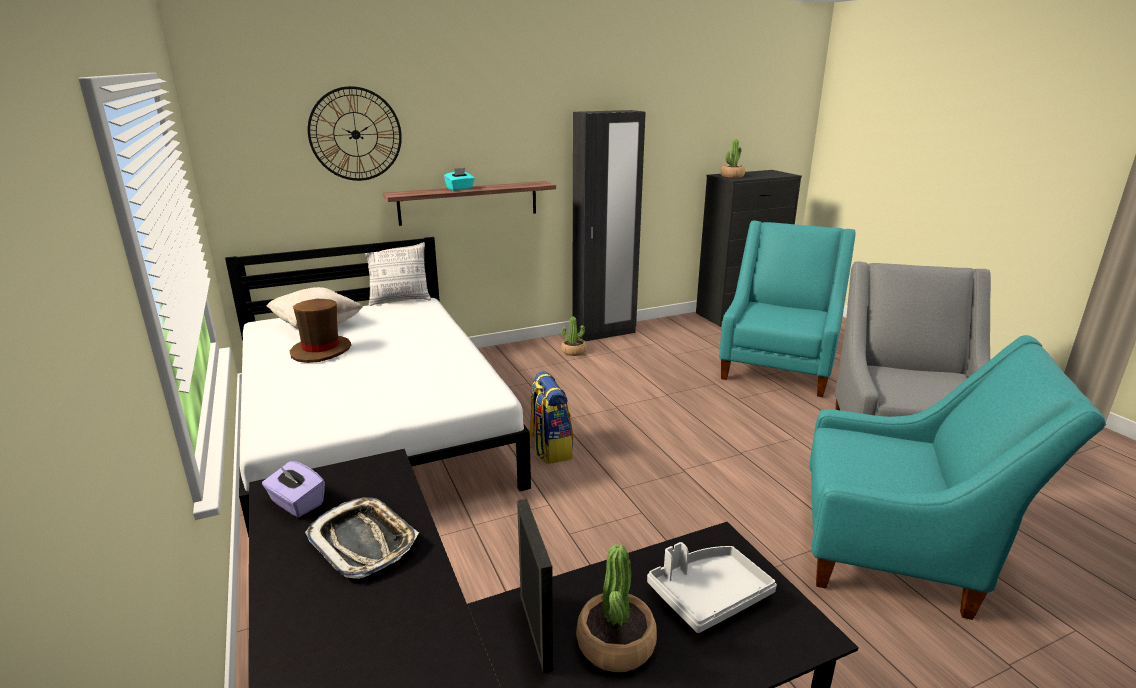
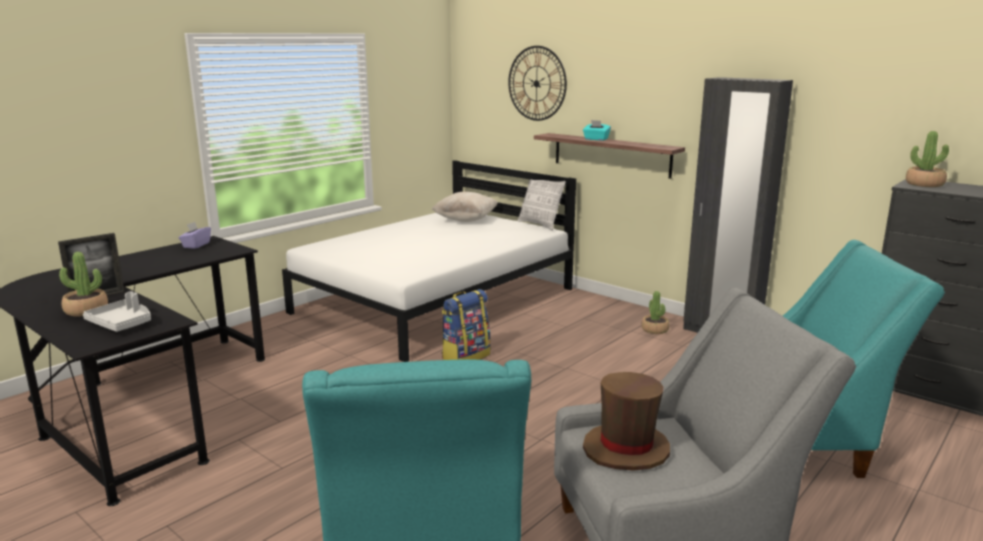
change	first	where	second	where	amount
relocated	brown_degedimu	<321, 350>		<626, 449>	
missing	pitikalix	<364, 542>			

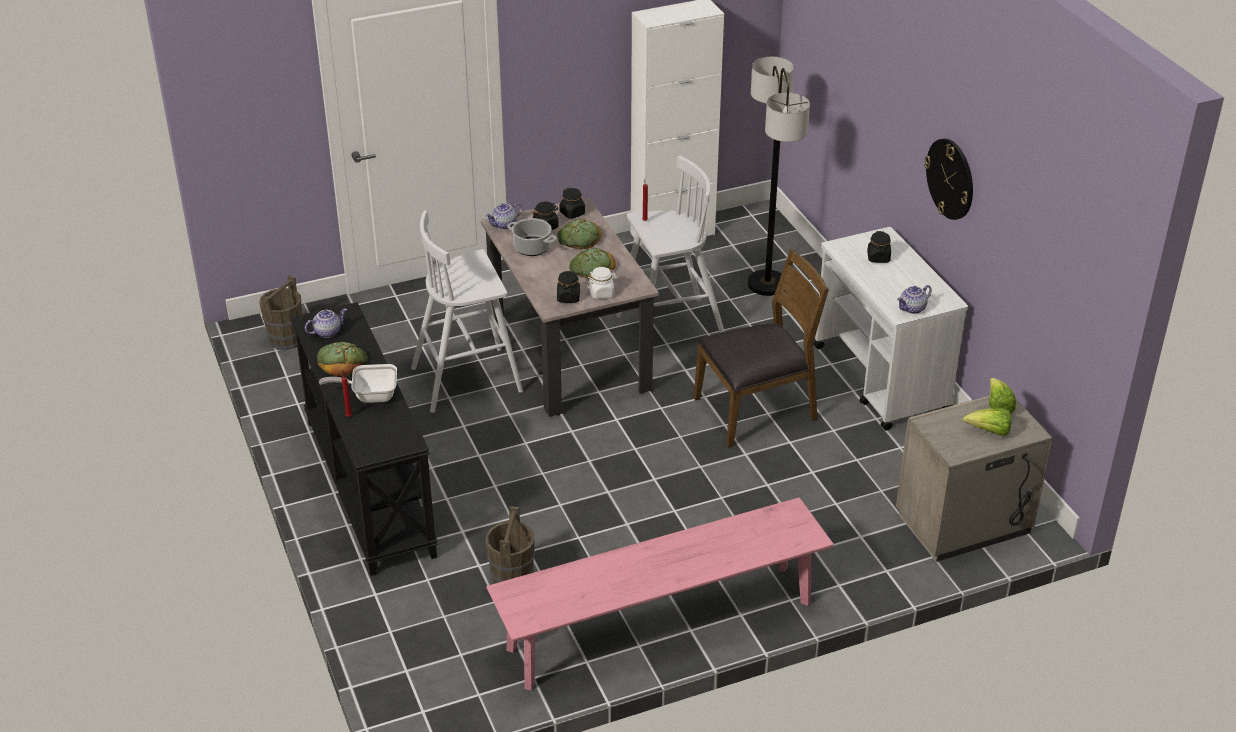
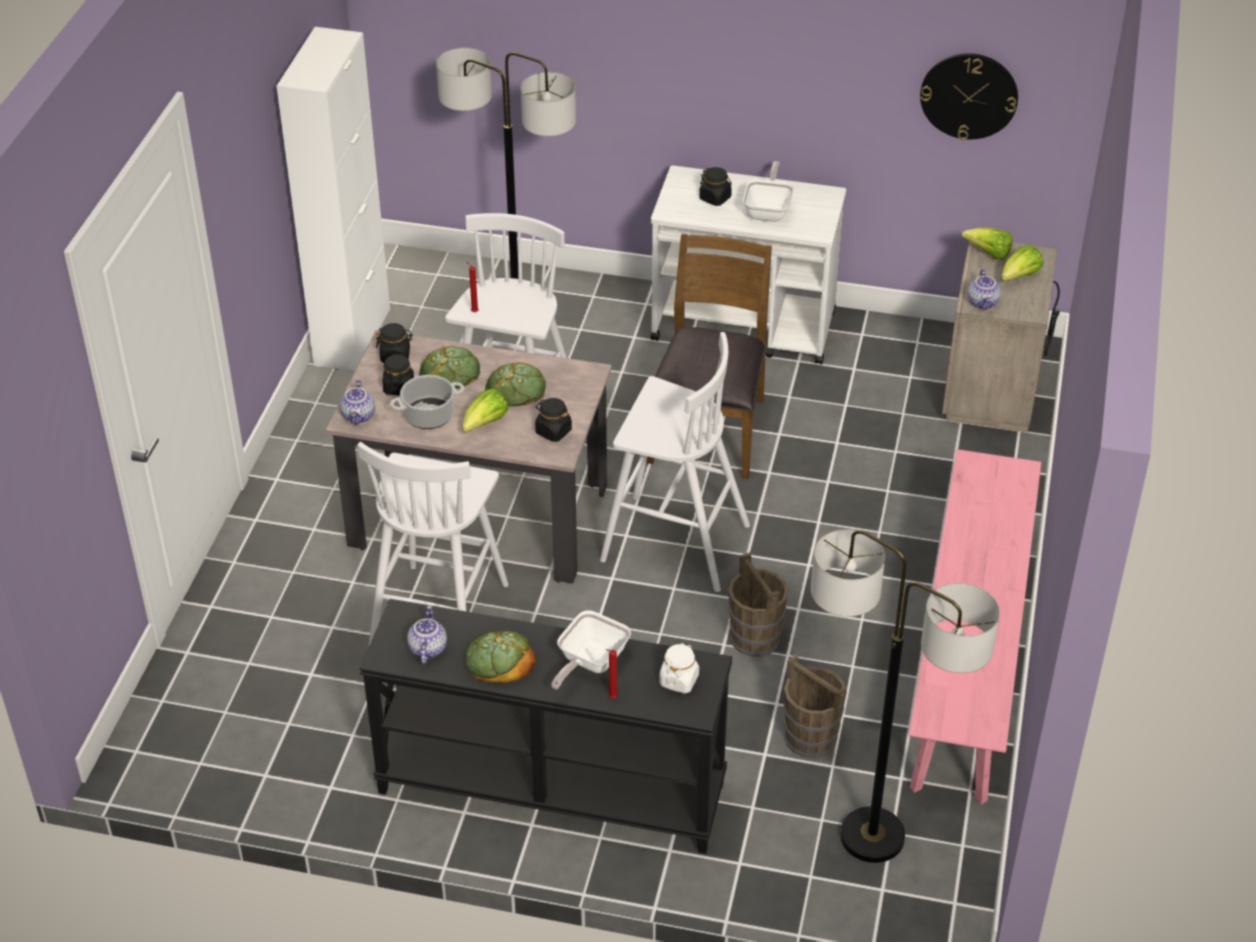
change	first	where	second	where	amount
relocated	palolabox	<950, 178>		<969, 95>	
relocated	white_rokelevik	<602, 293>		<679, 680>	
relocated	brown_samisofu	<285, 339>		<755, 638>	
relocated	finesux	<912, 309>		<983, 303>	
appeared			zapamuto	<769, 210>	
appeared			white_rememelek	<672, 542>	
appeared			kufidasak	<485, 424>	
appeared			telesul	<872, 837>	

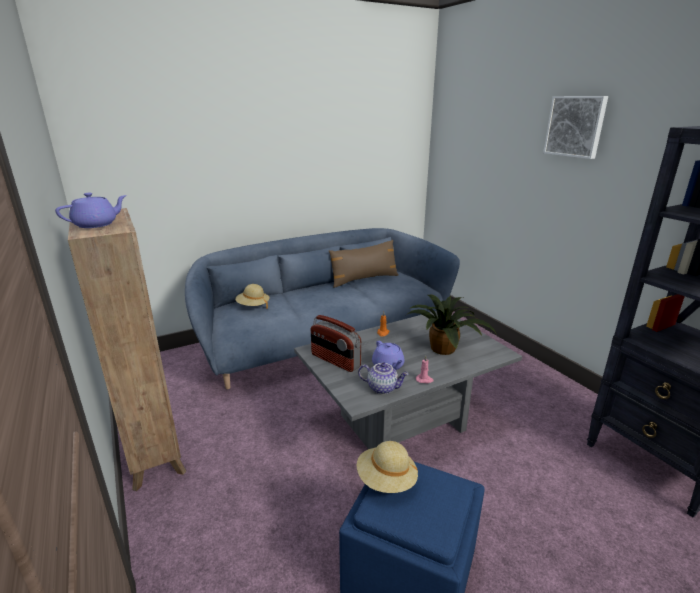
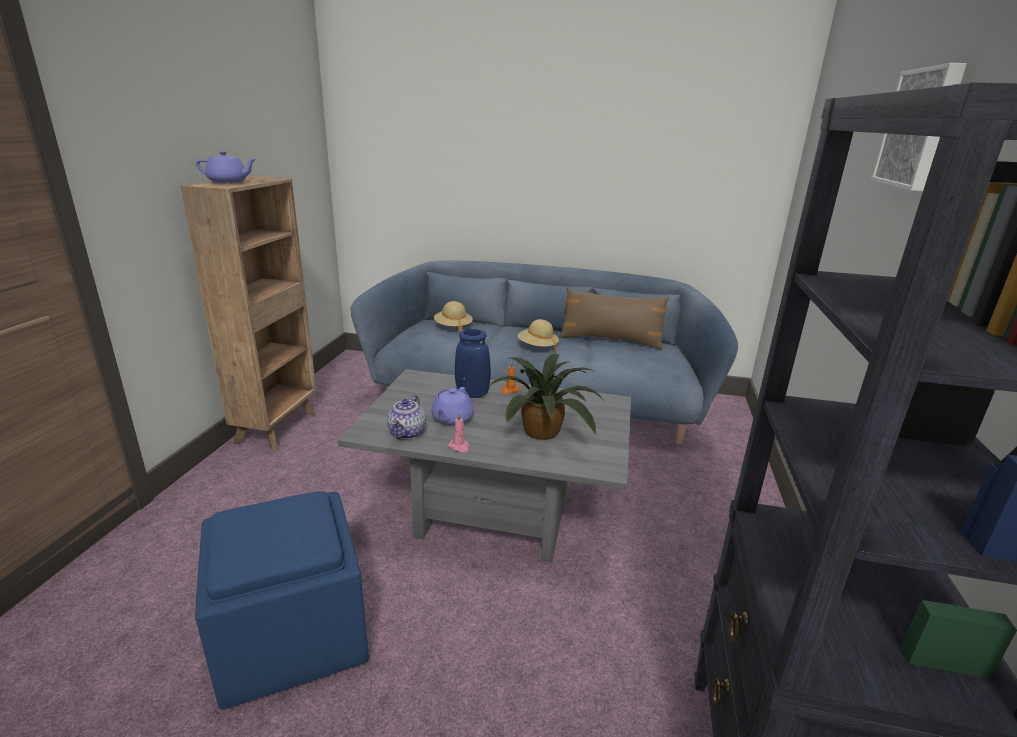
change	first	where	second	where	amount
missing	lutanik	<335, 361>			
spun	finesux	<382, 388>		<408, 433>	45 degrees clockwise
relocated	beige_degedimu	<386, 480>		<537, 347>	
appeared			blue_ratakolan	<472, 394>	

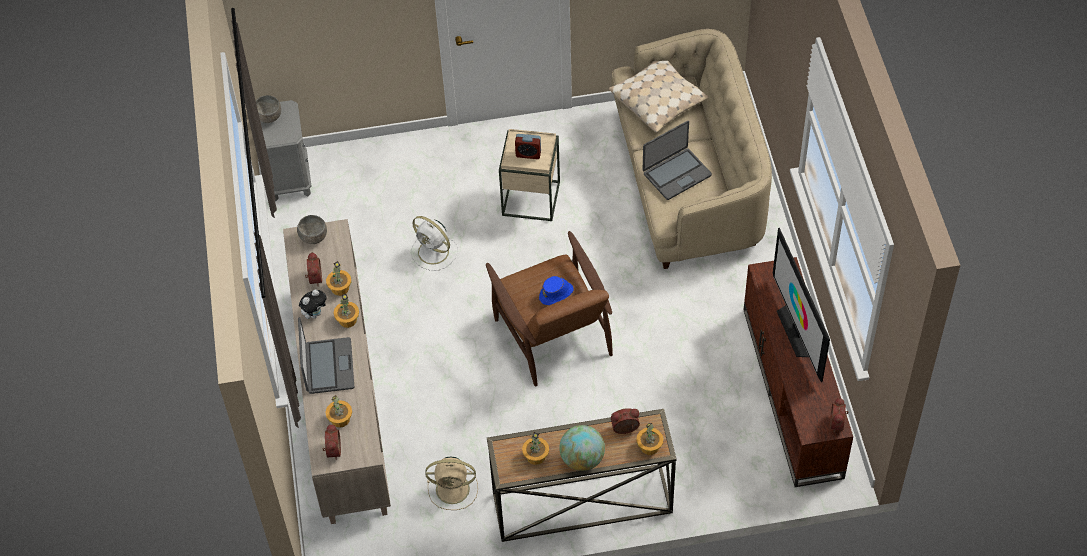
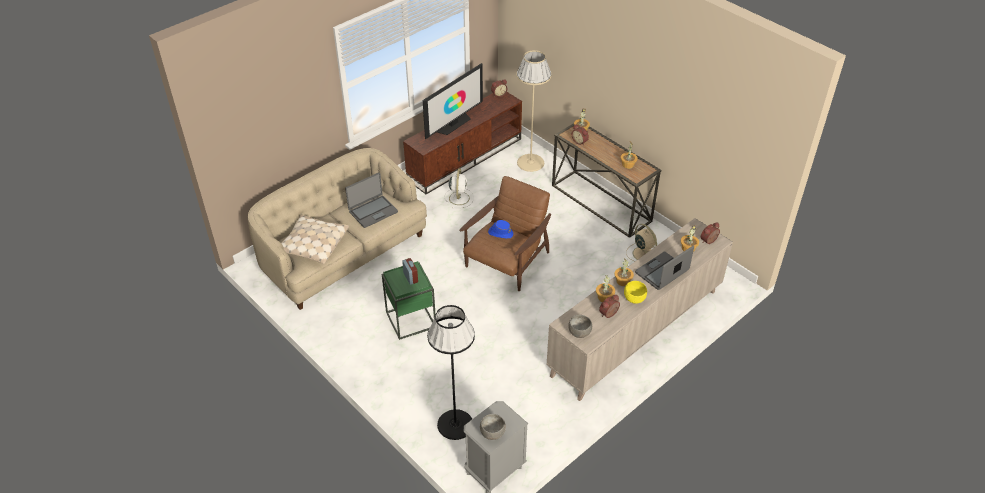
change	first	where	second	where	amount
spun	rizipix	<676, 174>		<373, 211>	120 degrees clockwise
colour	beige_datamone	<531, 198>	green_datamone	<410, 320>	
relocated	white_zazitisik	<434, 252>		<459, 197>	
exchanged	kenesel	<315, 313>	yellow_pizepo	<634, 299>	
missing	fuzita	<582, 459>			
appeared			beige_telesul	<530, 162>	
appeared			black_telesul	<455, 424>	

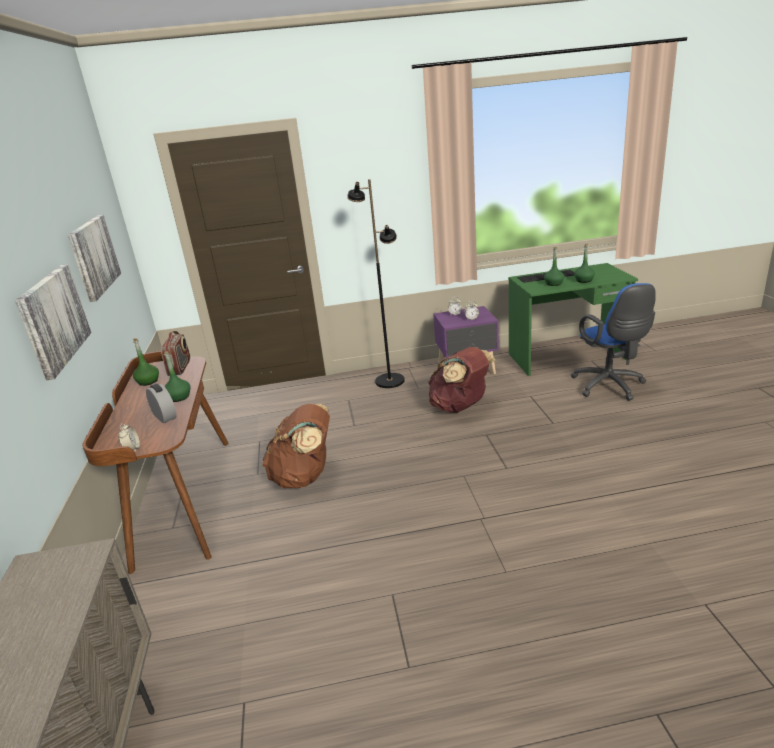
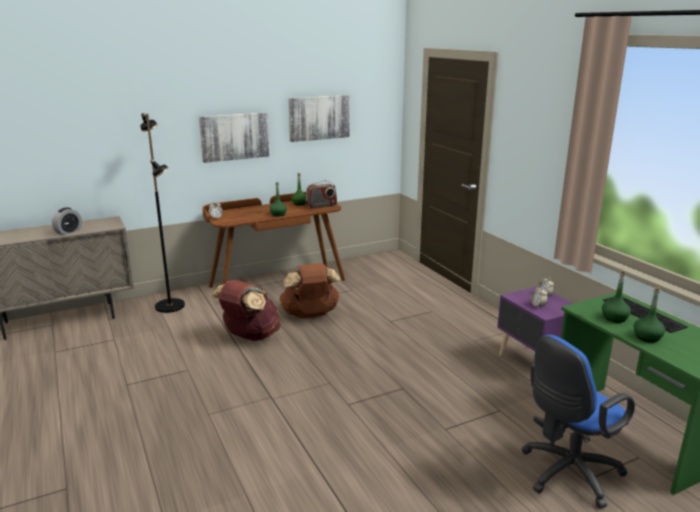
change	first	where	second	where	amount
relocated	black_telesul	<389, 381>		<170, 306>	
relocated	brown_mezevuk	<460, 407>		<250, 336>	
relocated	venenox	<165, 416>		<68, 232>	

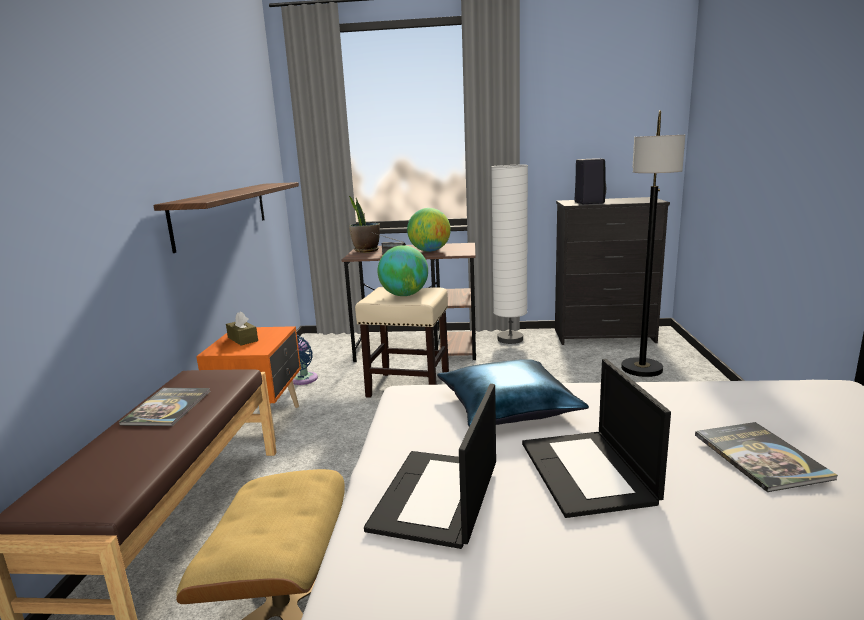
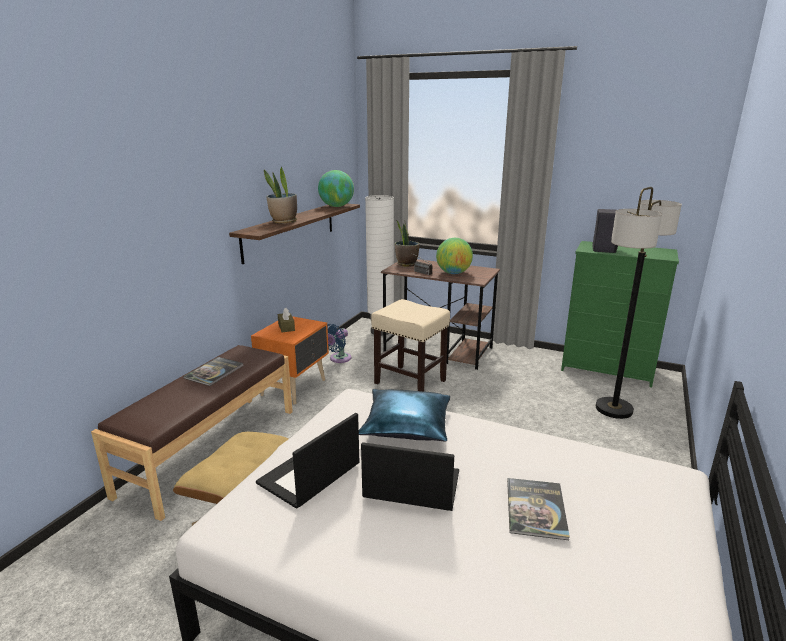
change	first	where	second	where	amount
relocated	white_telesul	<510, 339>		<380, 331>	
colour	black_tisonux	<604, 336>	green_tisonux	<607, 369>	
relocated	fuzita	<404, 295>		<336, 206>	
spun	rizipix	<588, 472>		<410, 485>	90 degrees clockwise
appeared			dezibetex	<283, 222>	

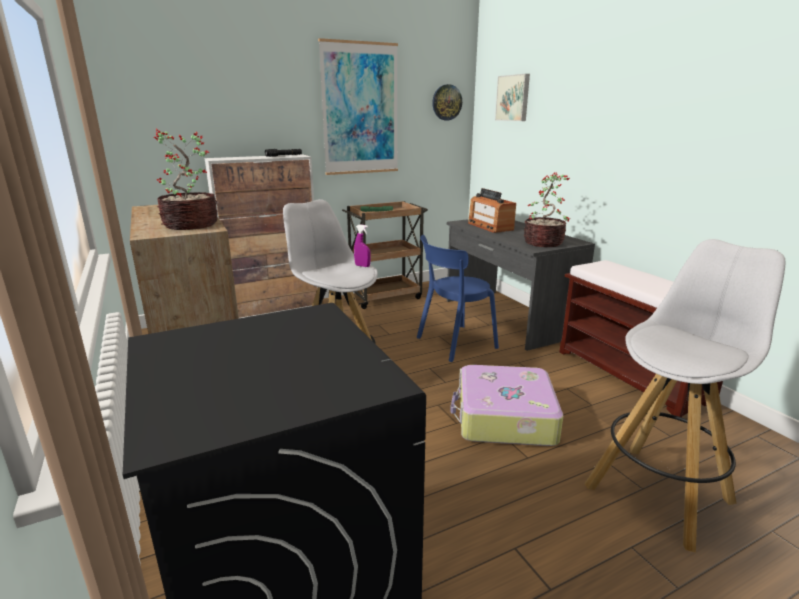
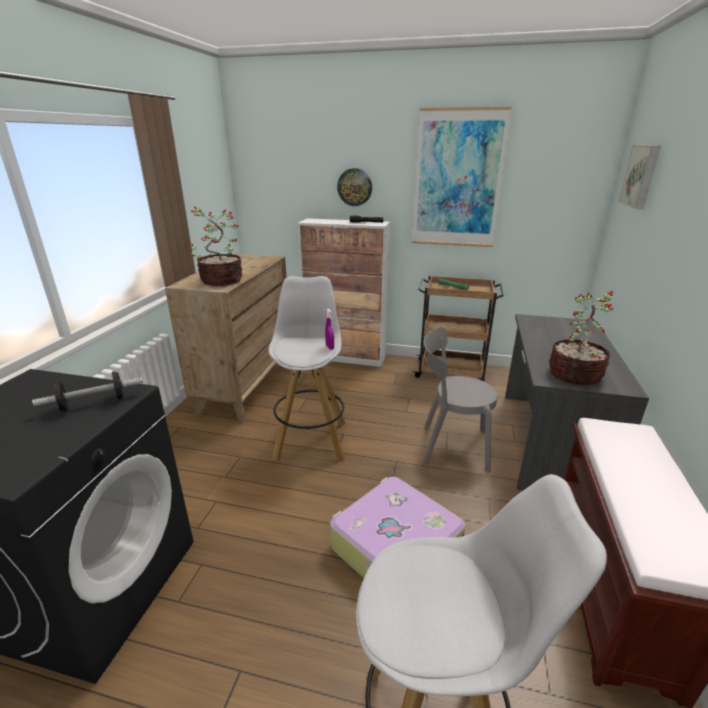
change	first	where	second	where	amount
relocated	palolabox	<446, 102>		<355, 187>	
missing	lutanik	<490, 226>			
colour	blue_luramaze	<453, 343>	grey_luramaze	<450, 446>	
appeared			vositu	<94, 403>	

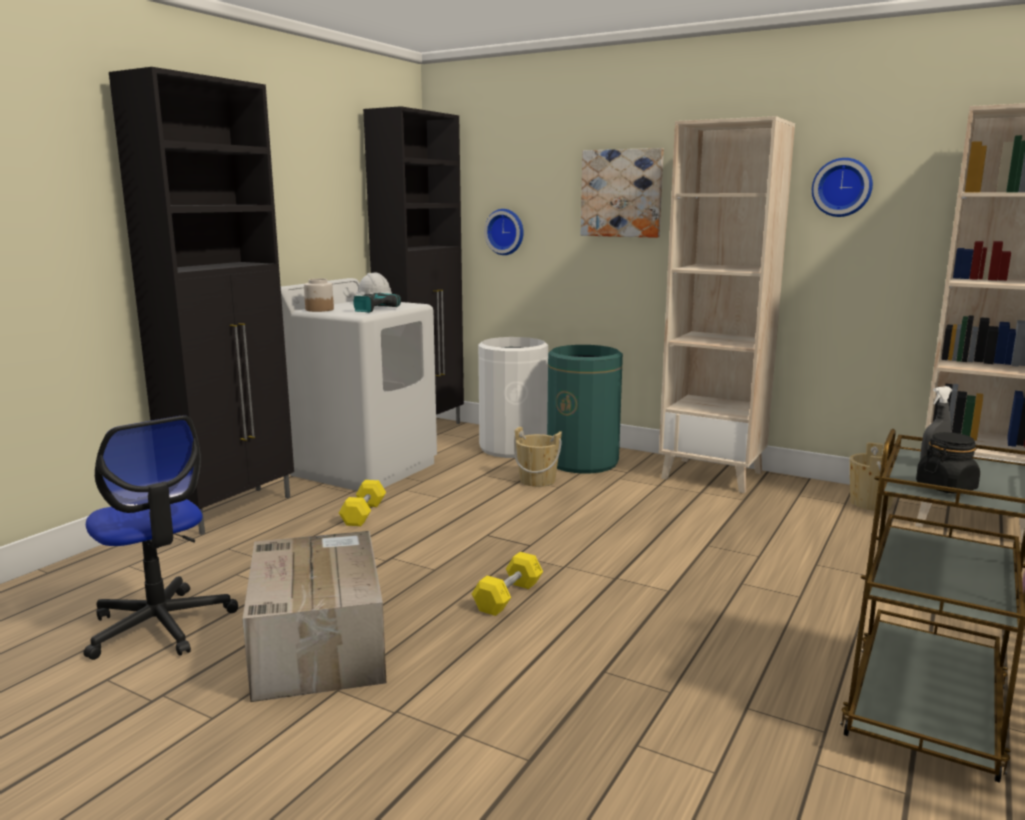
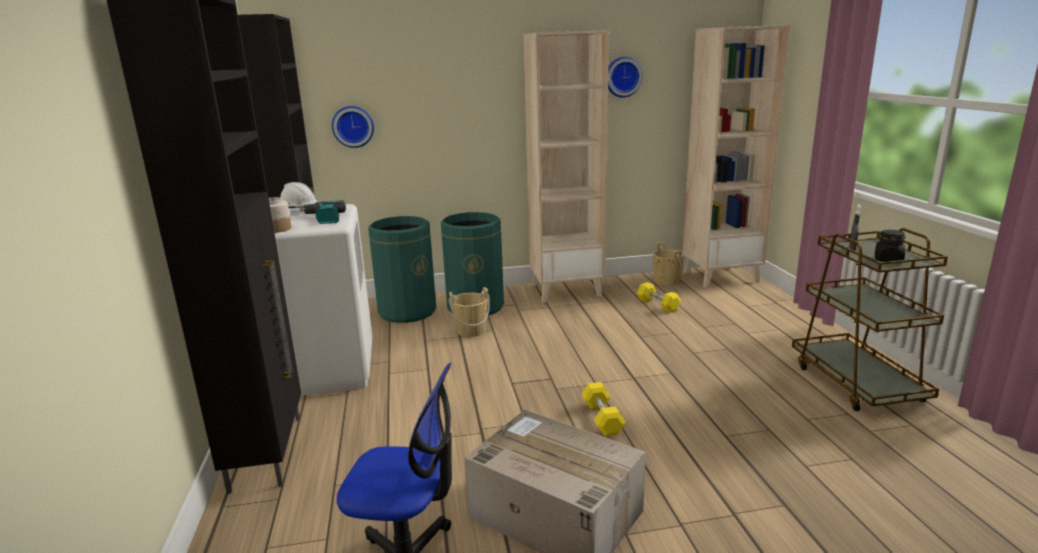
change	first	where	second	where	amount
missing	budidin	<622, 193>			
colour	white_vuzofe	<513, 448>	green_vuzofe	<407, 311>	
relocated	yellow_vositu	<363, 514>		<657, 304>	

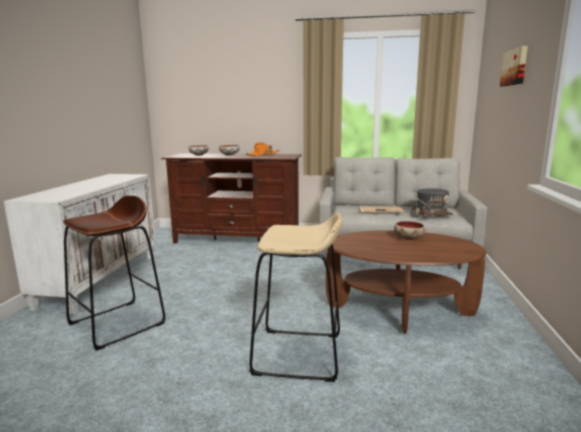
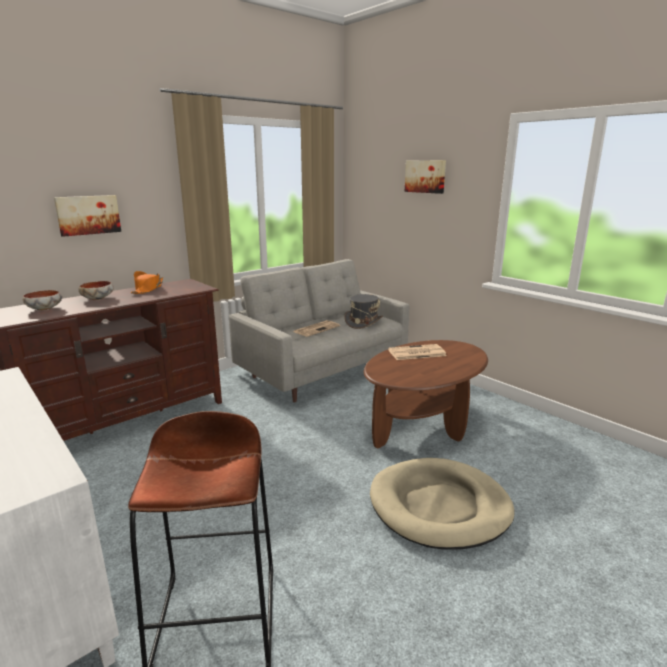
change	first	where	second	where	amount
exchanged	beige_rememelek	<298, 354>	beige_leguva	<439, 506>	
exchanged	pizepo	<408, 238>	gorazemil	<416, 353>	
appeared			budidin	<88, 215>	

